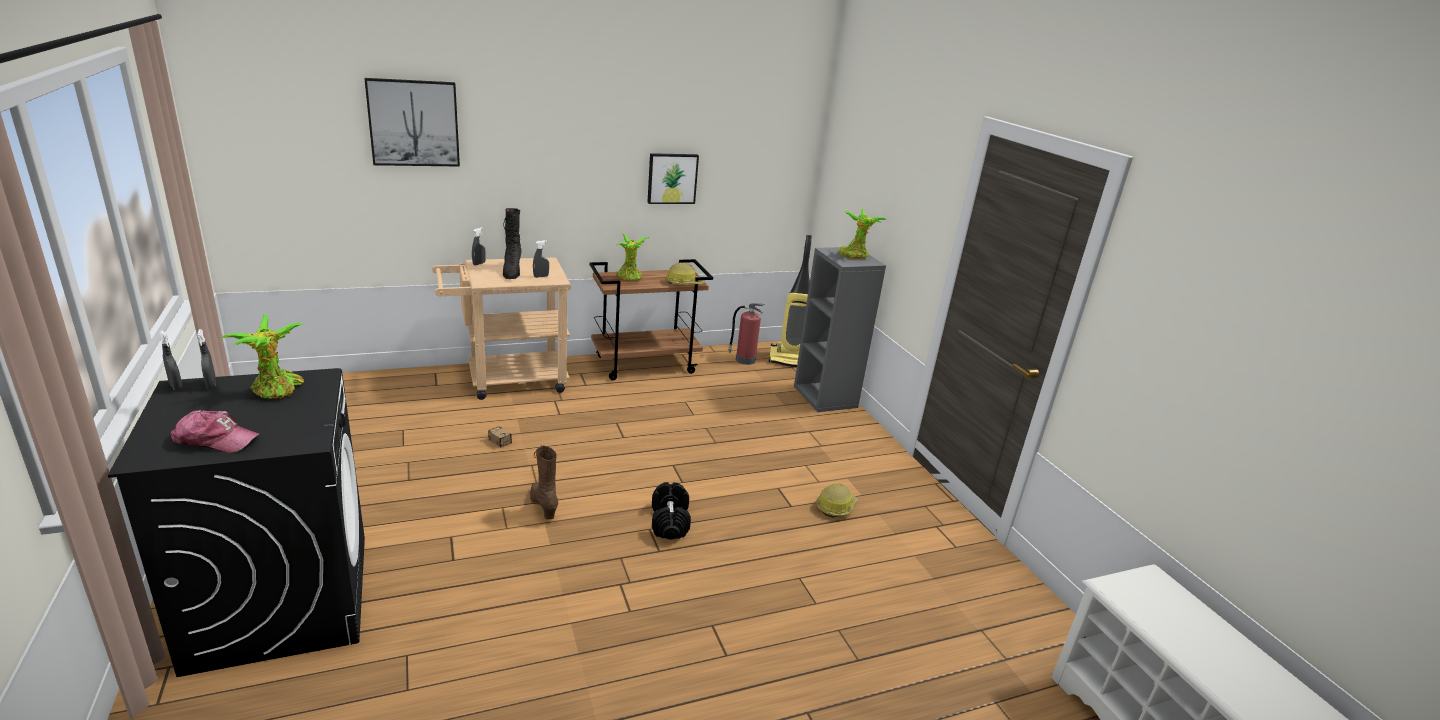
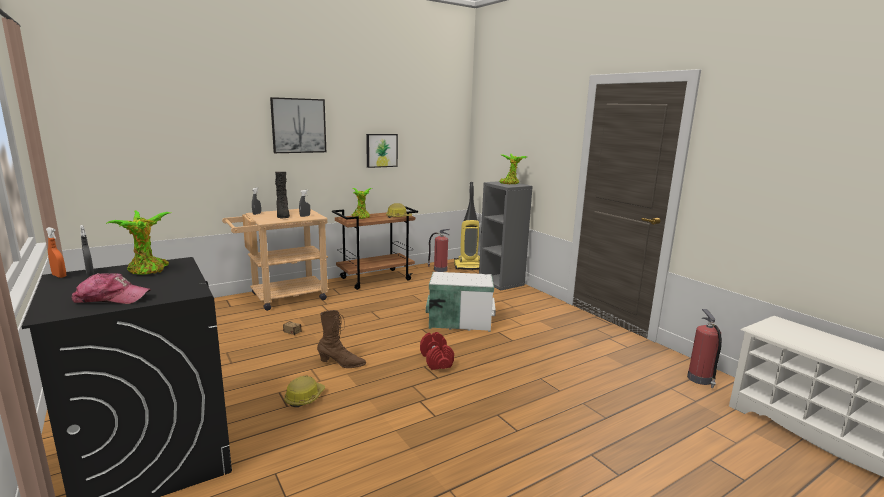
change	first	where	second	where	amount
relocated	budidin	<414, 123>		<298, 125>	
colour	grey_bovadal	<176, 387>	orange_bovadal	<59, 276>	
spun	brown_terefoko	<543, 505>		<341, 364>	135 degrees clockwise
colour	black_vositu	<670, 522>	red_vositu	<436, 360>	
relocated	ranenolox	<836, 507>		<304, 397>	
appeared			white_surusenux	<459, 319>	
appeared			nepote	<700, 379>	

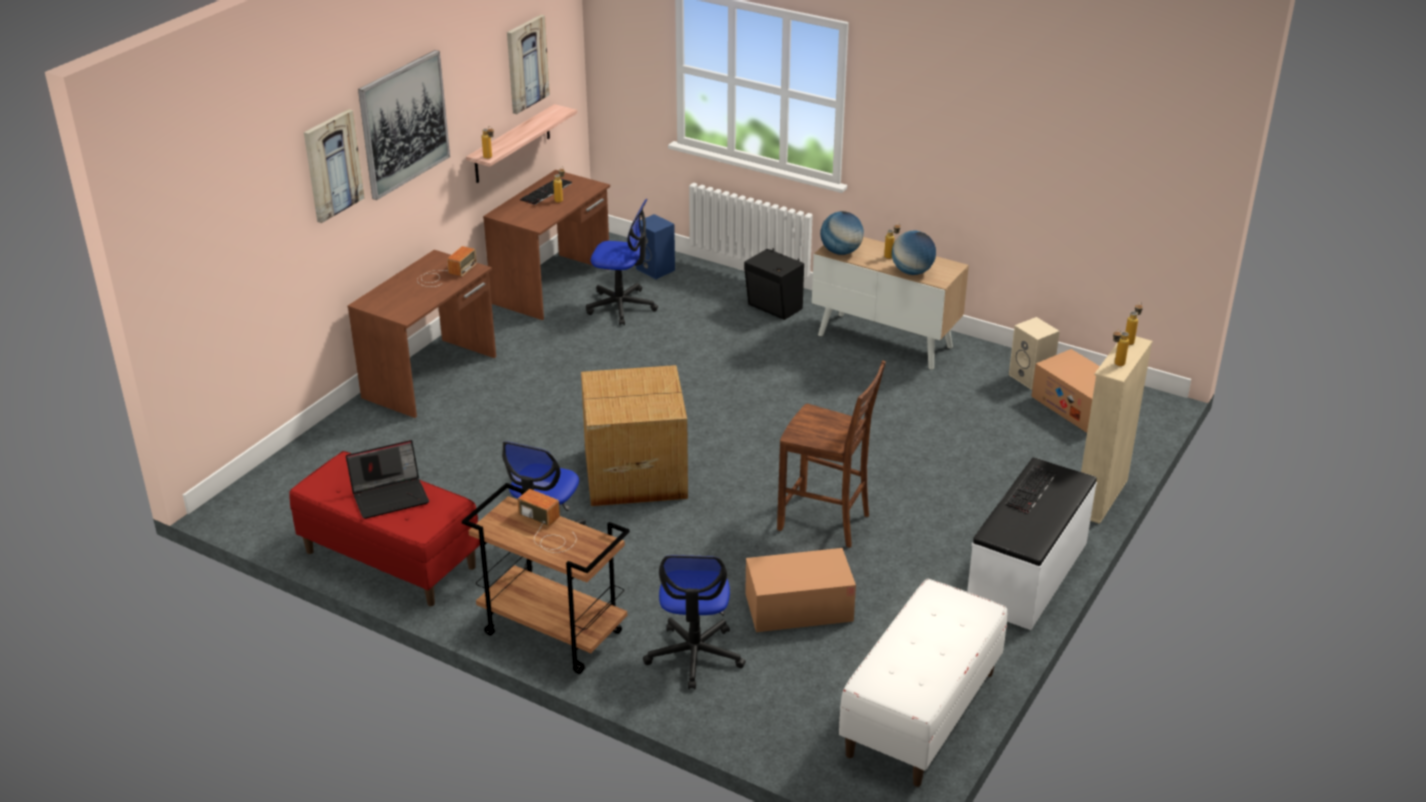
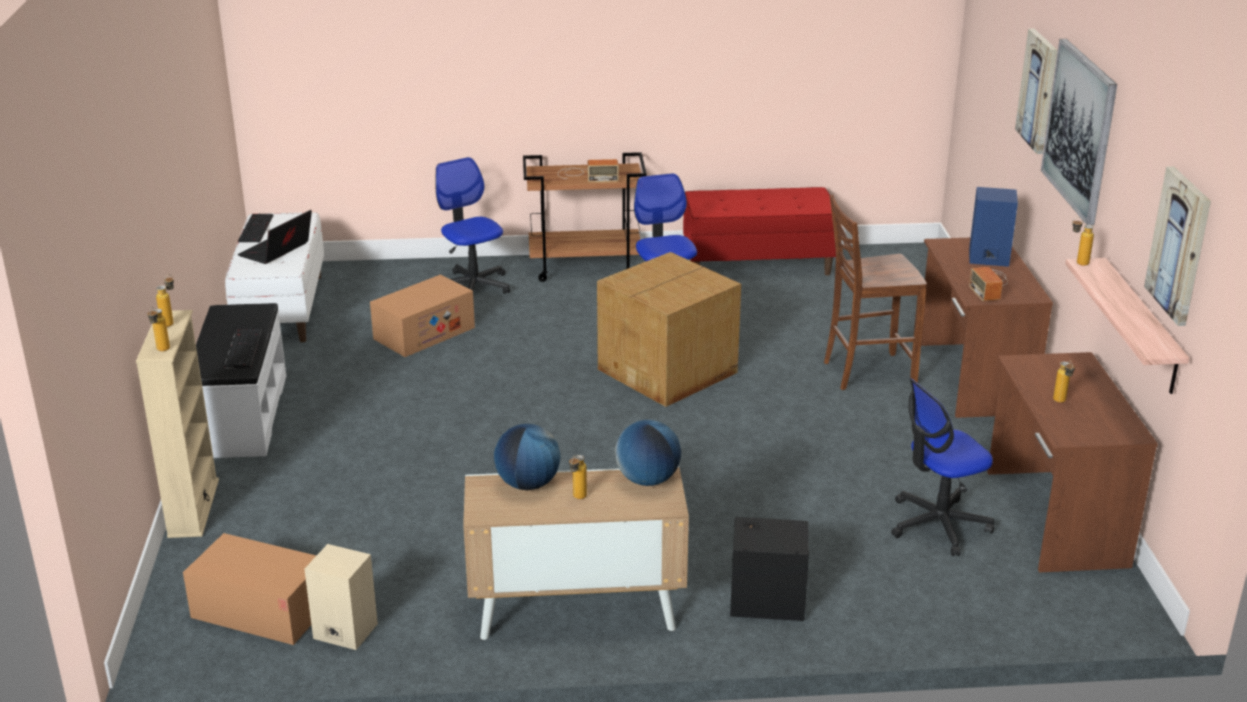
change	first	where	second	where	amount
relocated	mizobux	<546, 192>		<255, 228>	
relocated	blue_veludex	<656, 269>		<987, 258>	
relocated	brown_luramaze	<826, 522>		<866, 372>	
relocated	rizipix	<391, 496>		<276, 251>	

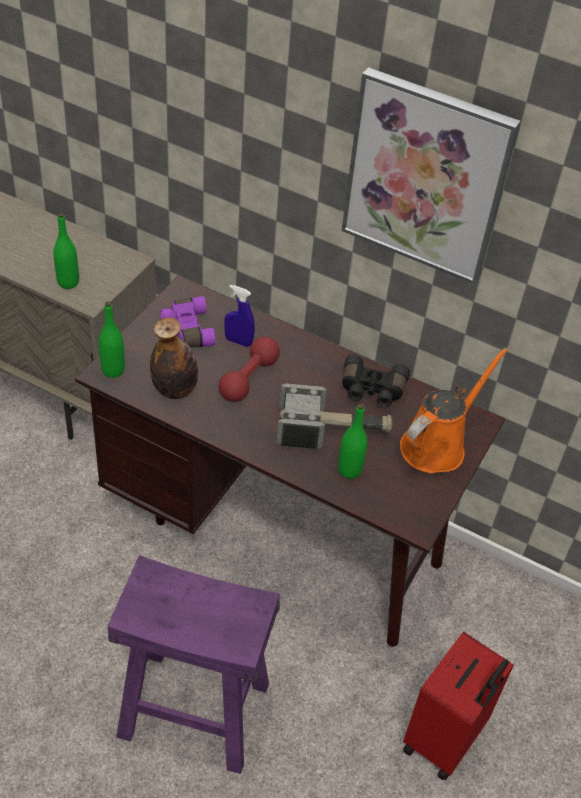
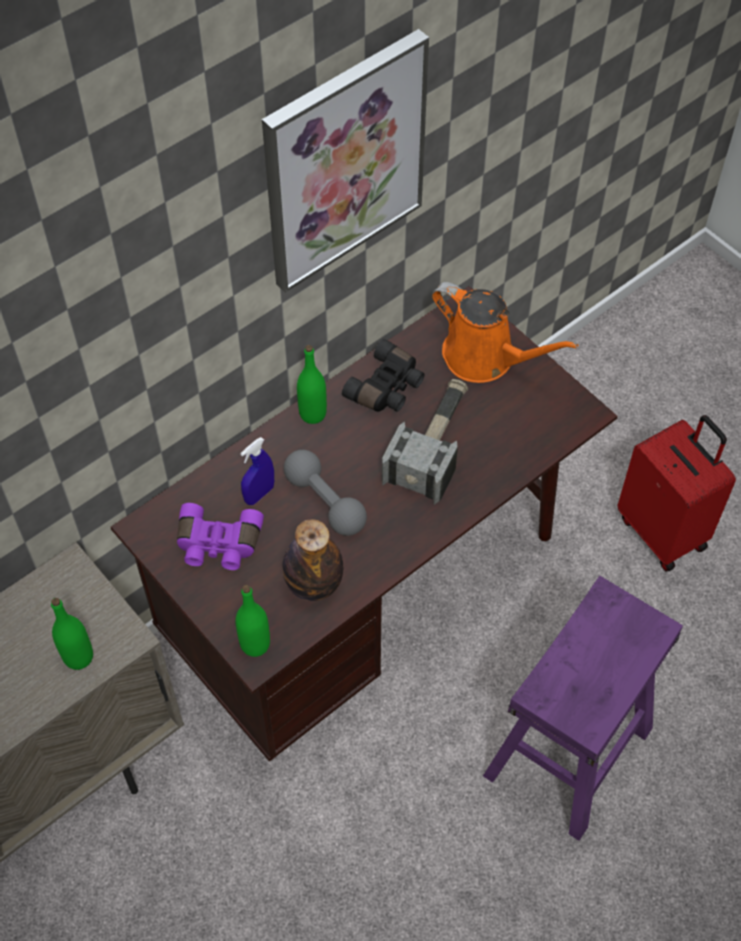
change	first	where	second	where	amount
colour	red_vositu	<249, 379>	grey_vositu	<325, 502>	
spun	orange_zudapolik	<437, 445>		<485, 357>	150 degrees clockwise
relocated	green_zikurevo	<349, 470>		<312, 414>	

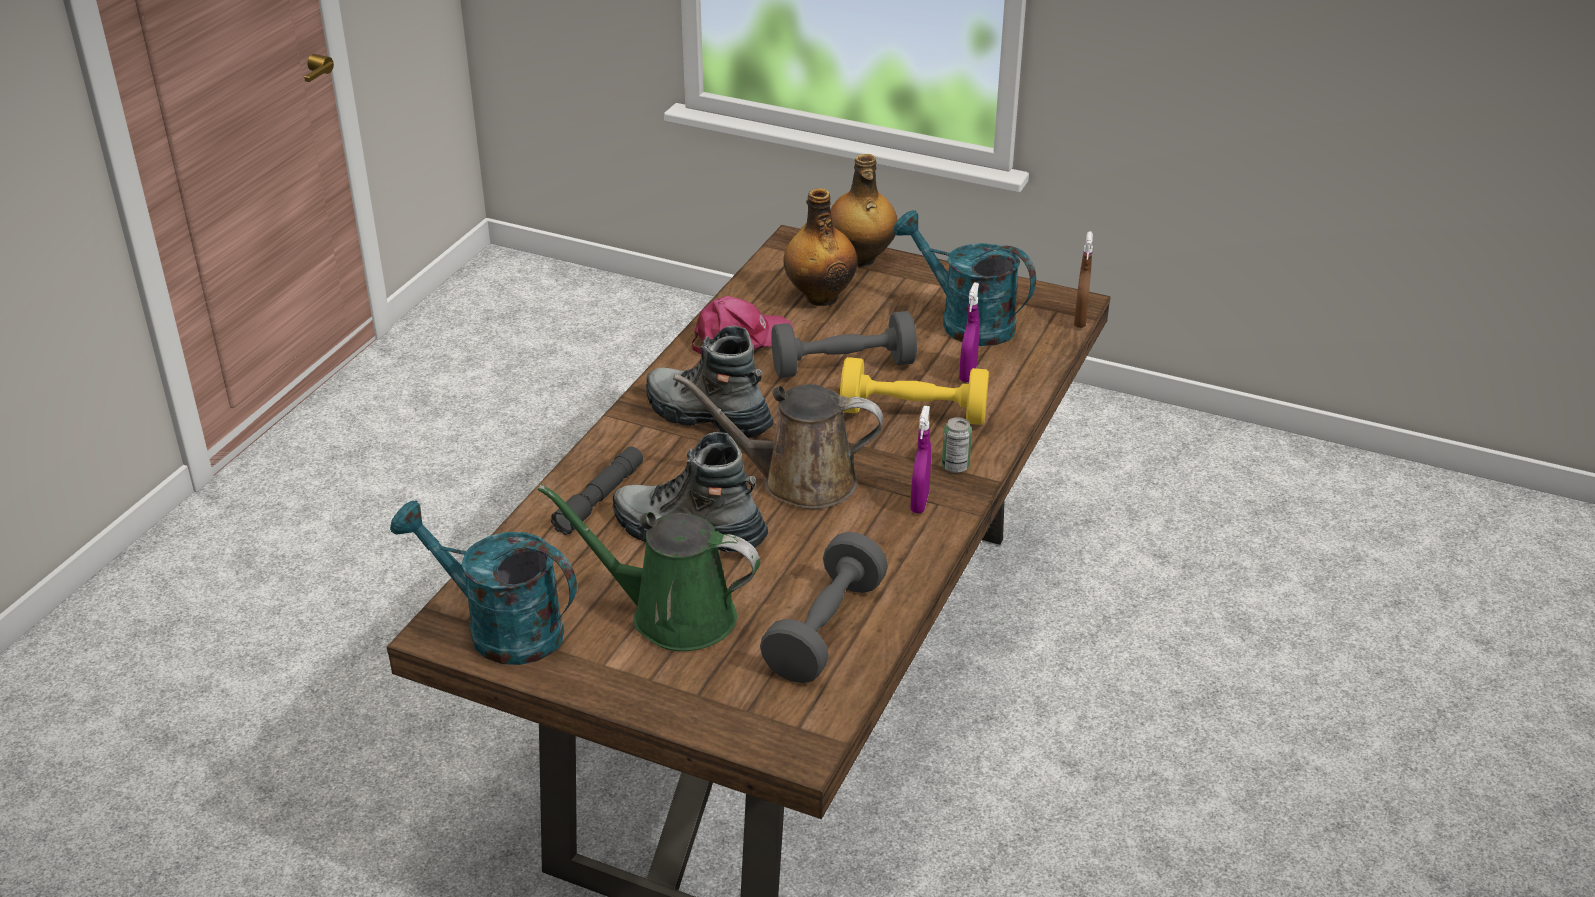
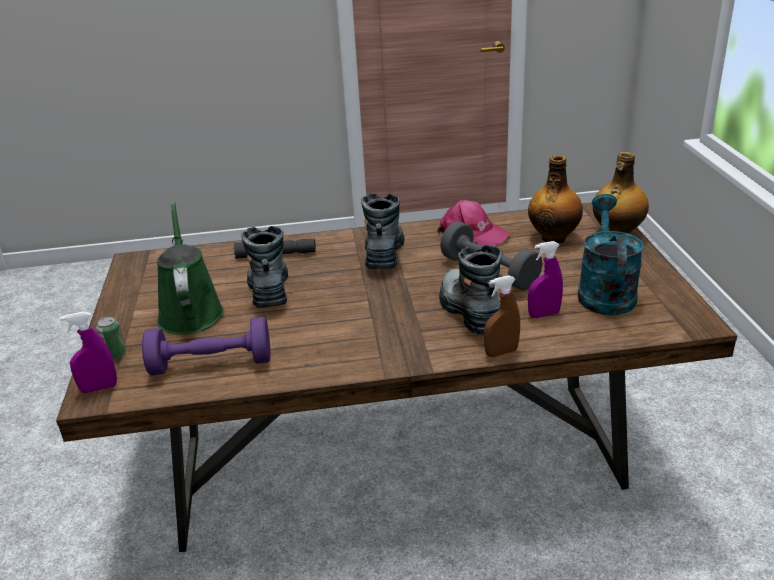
change	first	where	second	where	amount
relocated	brown_bovadal	<1080, 320>		<501, 352>	
exchanged	yellow_vositu	<913, 414>	terefoko	<470, 312>	
missing	brown_zudapolik	<798, 481>			
relocated	purple_bovadal	<919, 502>		<99, 388>	
relocated	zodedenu	<955, 466>		<115, 354>	
missing	turquoise_zudapolik	<500, 628>			
colour	grey_vositu	<825, 630>	purple_vositu	<211, 364>	

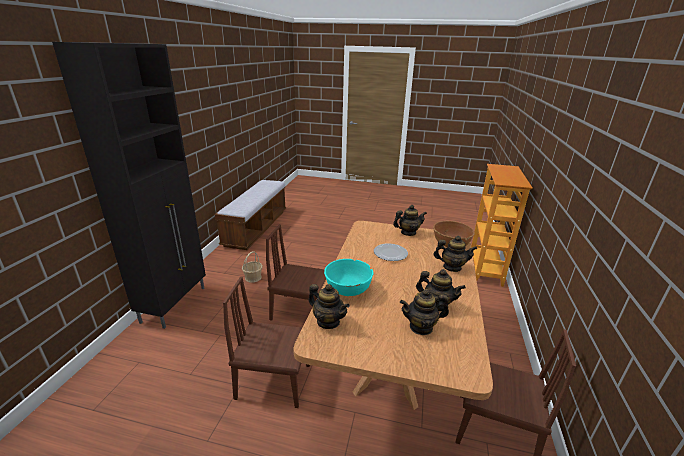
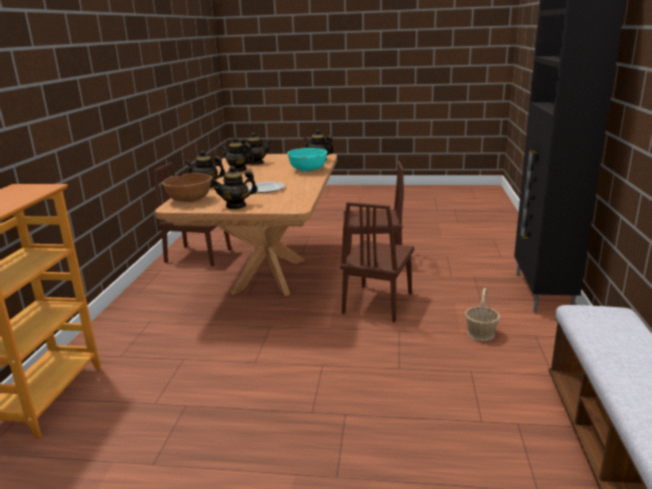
change	first	where	second	where	amount
spun	brown_luramaze	<301, 311>		<377, 302>	105 degrees clockwise

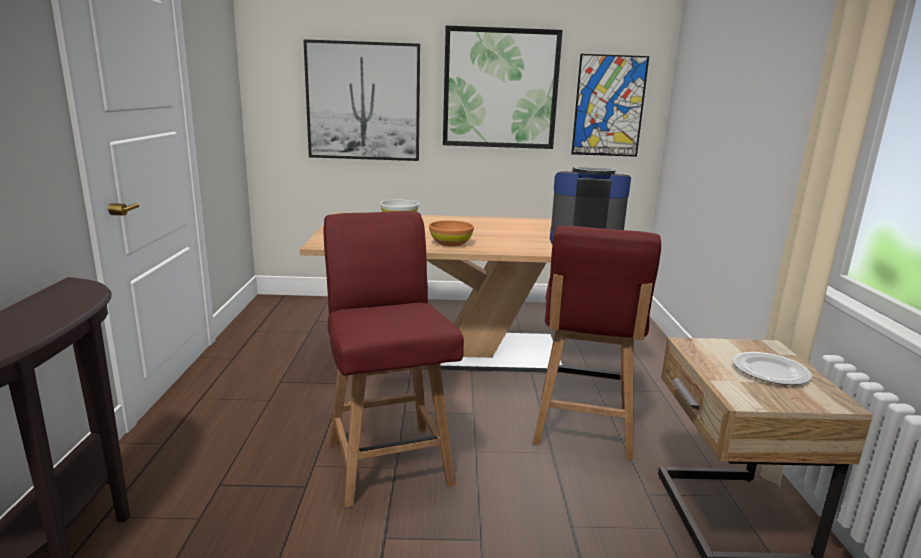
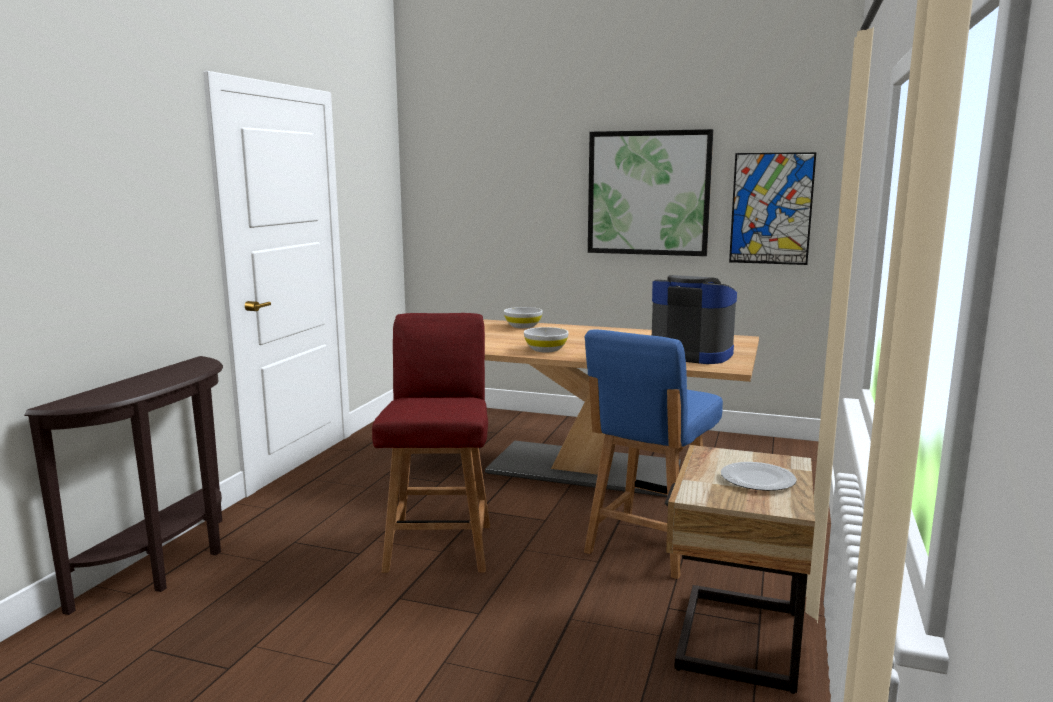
change	first	where	second	where	amount
missing	budidin	<363, 101>			
colour	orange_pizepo	<451, 243>	white_pizepo	<546, 350>	
colour	red_luramaze	<582, 428>	blue_luramaze	<647, 546>	

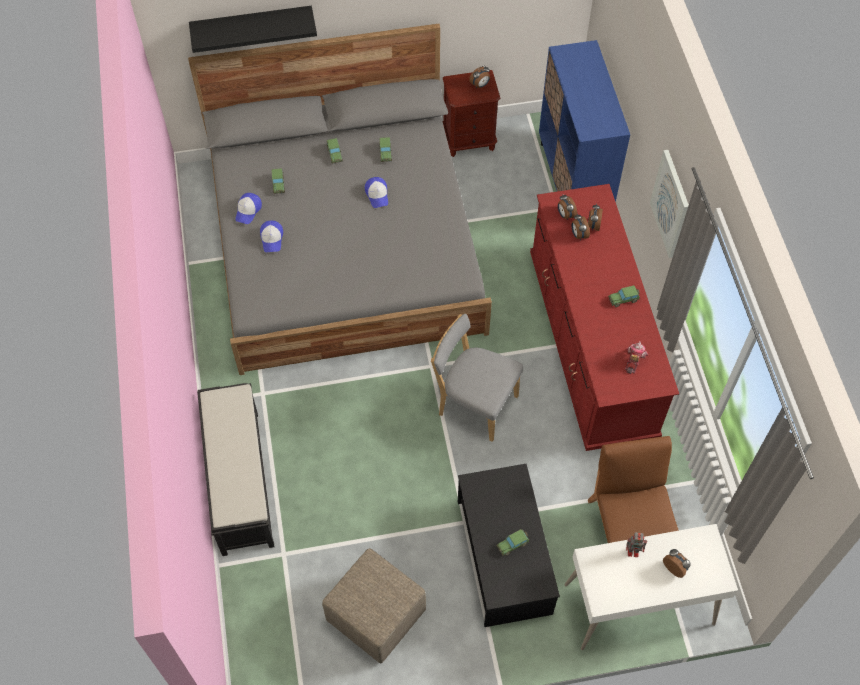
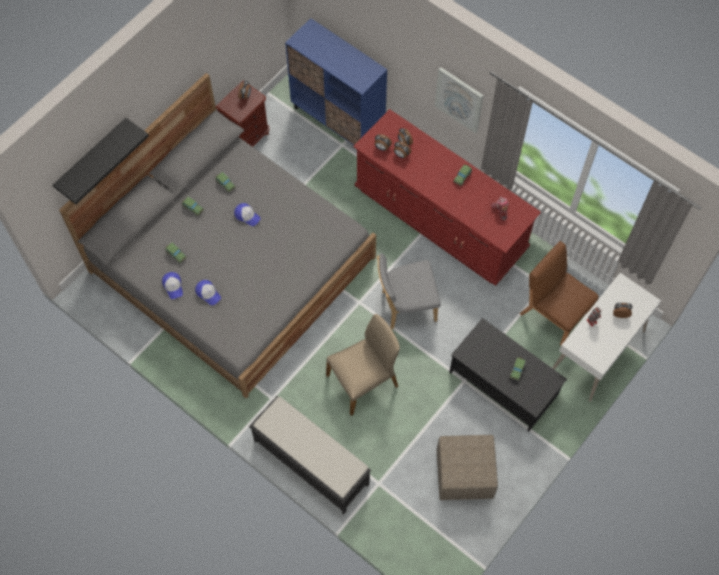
change	first	where	second	where	amount
appeared			beige_luramaze	<363, 381>	

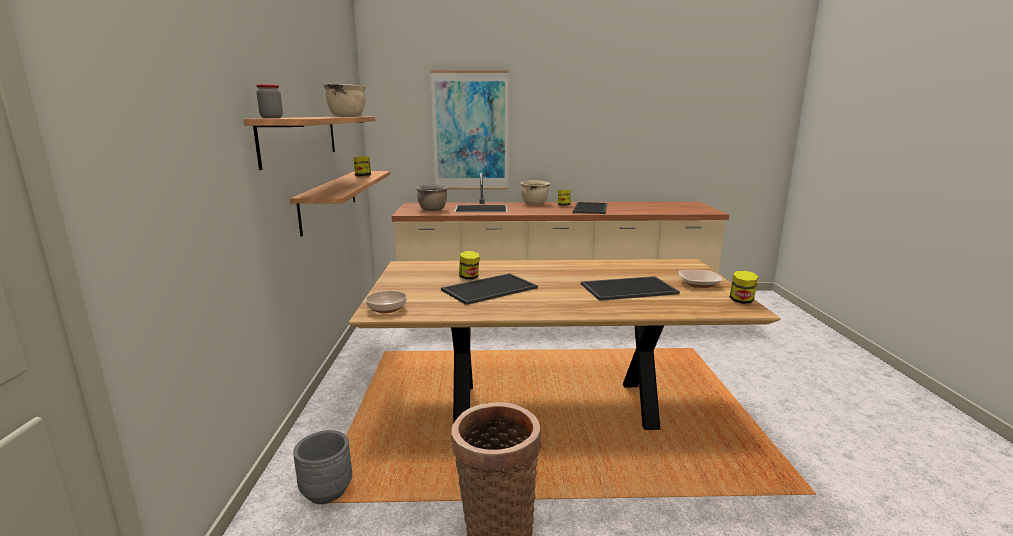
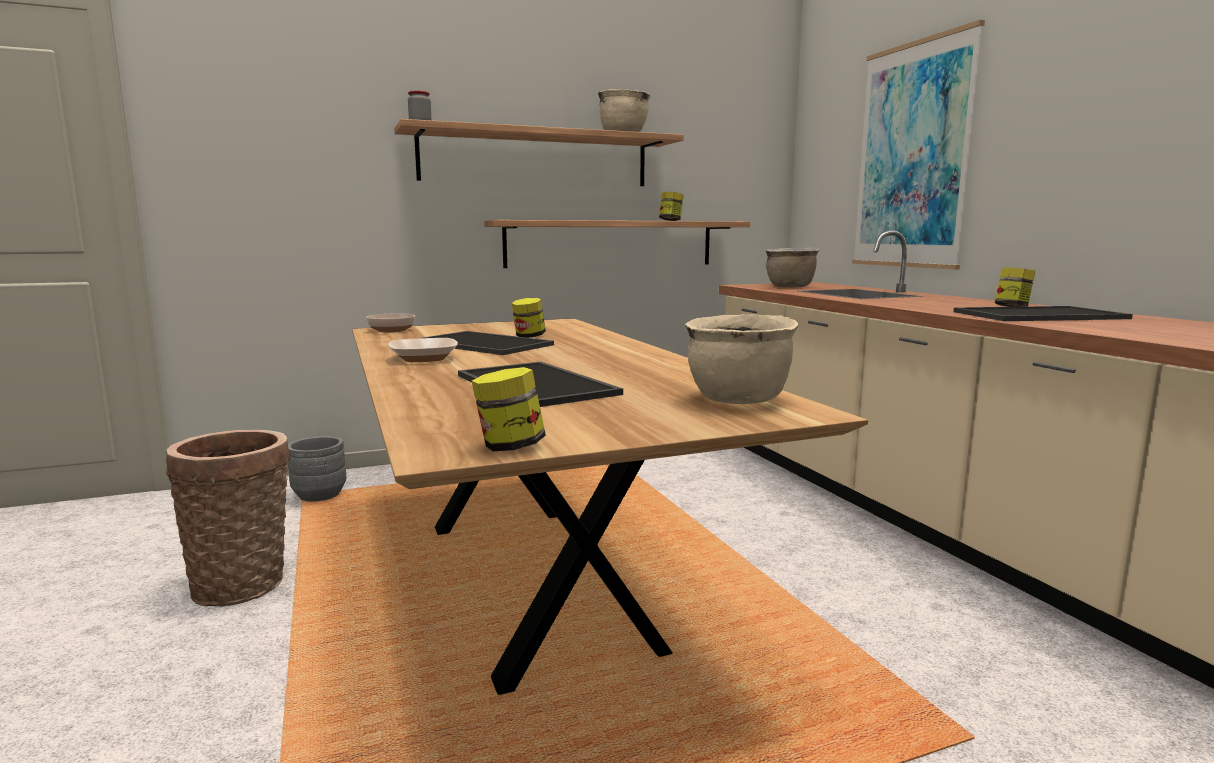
change	first	where	second	where	amount
relocated	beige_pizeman	<535, 204>		<738, 400>	
relocated	pizepo	<699, 284>		<424, 358>	

